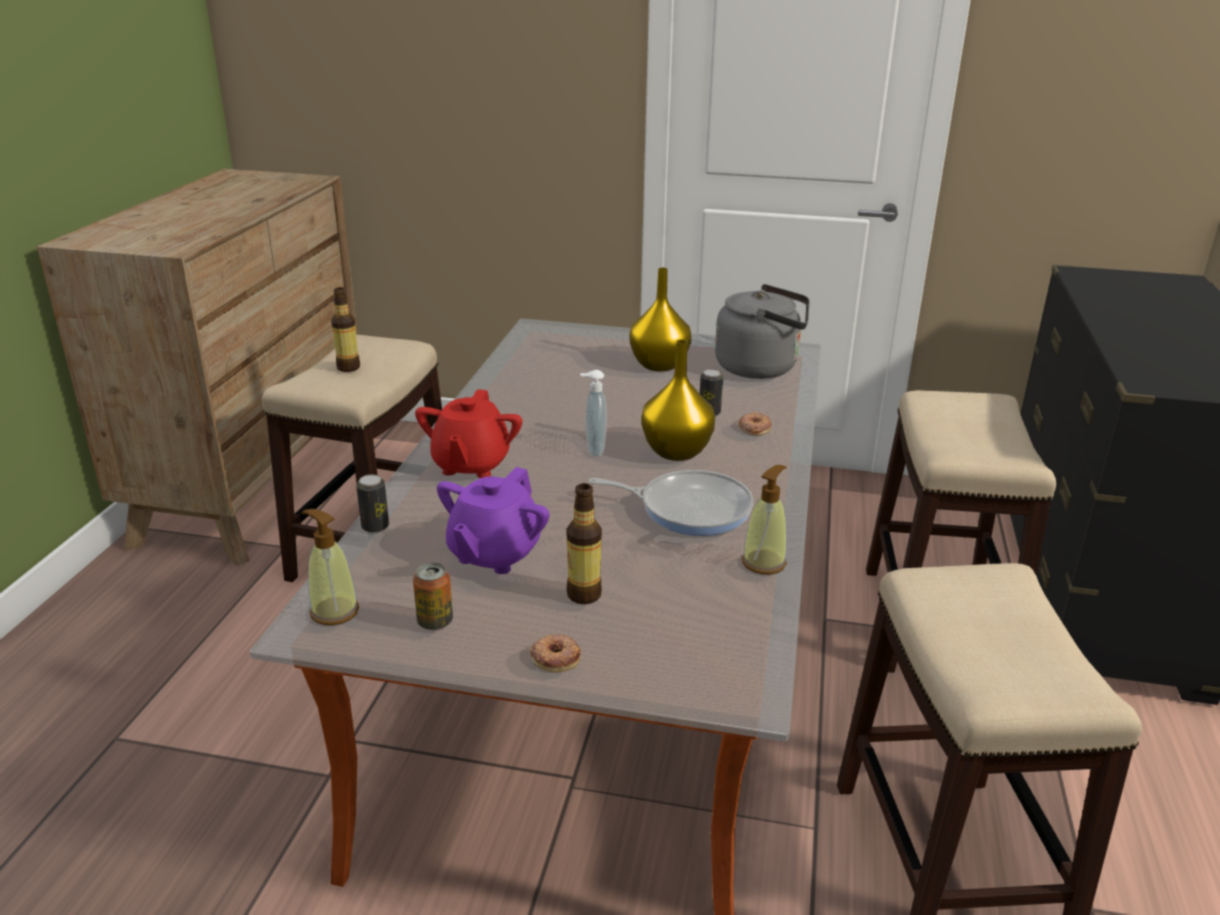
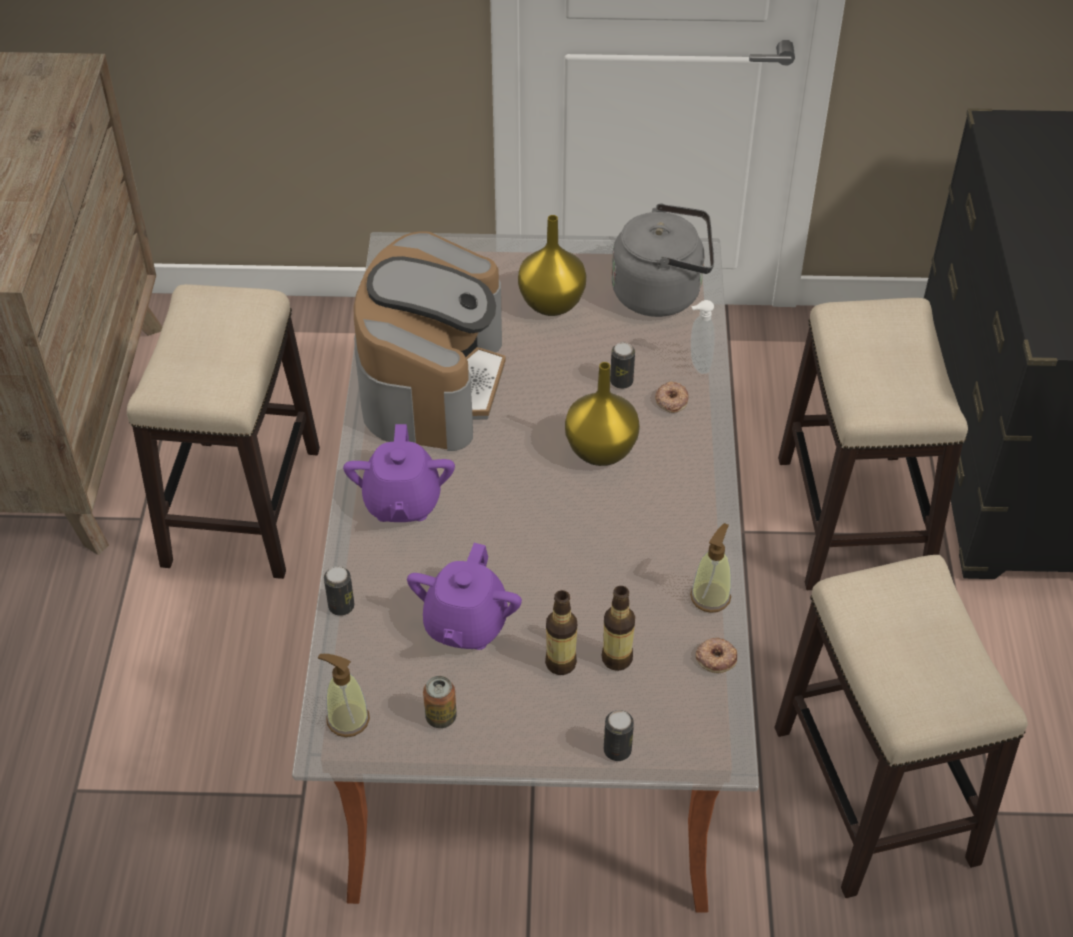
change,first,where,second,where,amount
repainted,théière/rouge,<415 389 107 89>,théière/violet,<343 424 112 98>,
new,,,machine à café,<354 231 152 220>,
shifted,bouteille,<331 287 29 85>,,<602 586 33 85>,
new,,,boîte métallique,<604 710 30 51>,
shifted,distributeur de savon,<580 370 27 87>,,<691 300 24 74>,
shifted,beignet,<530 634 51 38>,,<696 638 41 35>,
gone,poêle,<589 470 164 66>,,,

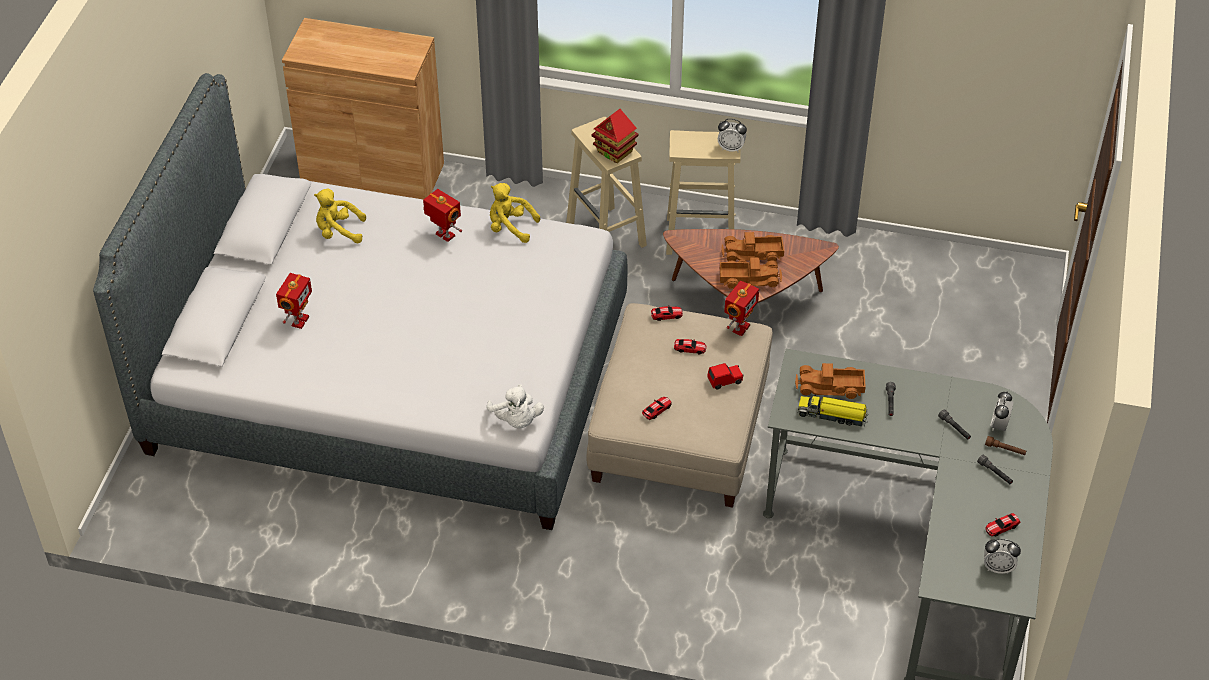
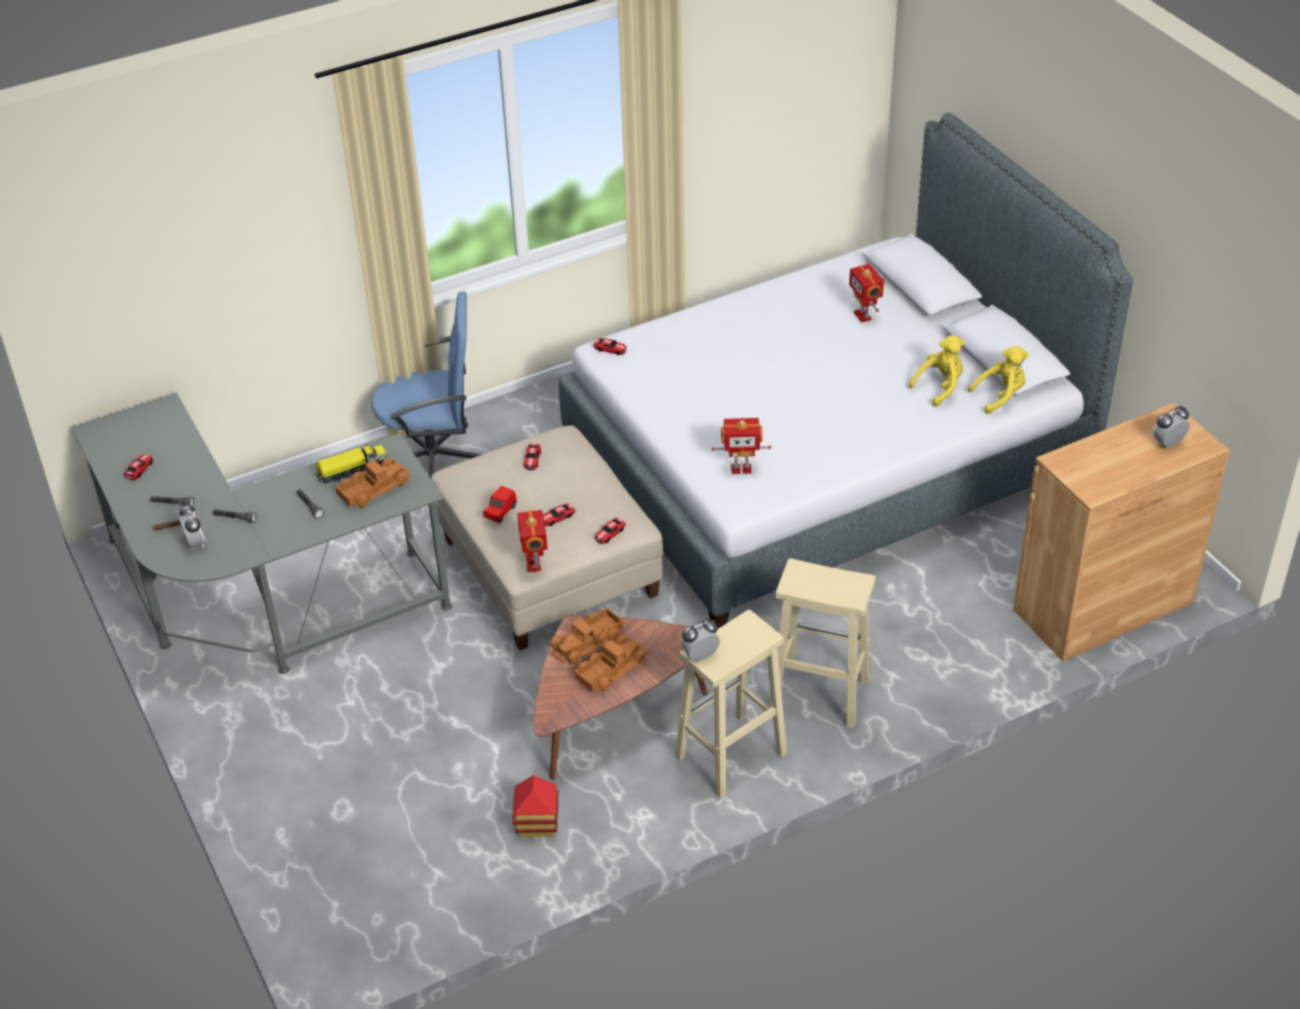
change,first,where,second,where,amount
new,,,chaise de bureau/bleu,<371 291 111 187>,
shifted,maison miniature,<592 109 47 54>,,<512 775 47 62>,
swapped,peluche/blanc,<487 384 57 44>,petite voiture,<594 338 33 17>,
shifted,robot jouet,<423 189 39 53>,,<712 418 59 56>,
shifted,peluche/jaune,<490 183 50 60>,,<968 346 61 68>,
shifted,réveil,<984 539 37 35>,,<1153 406 37 42>,

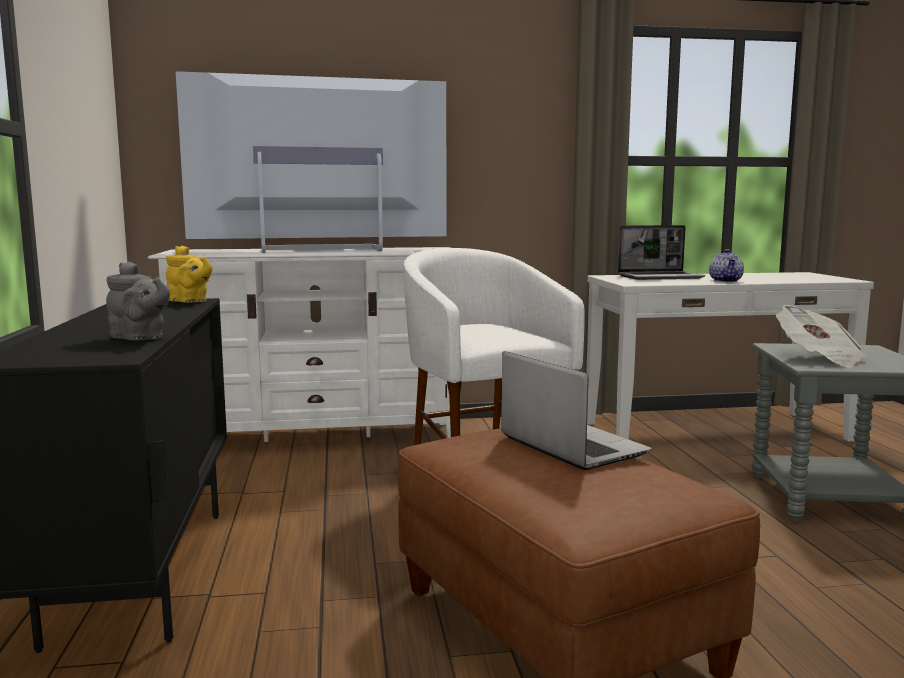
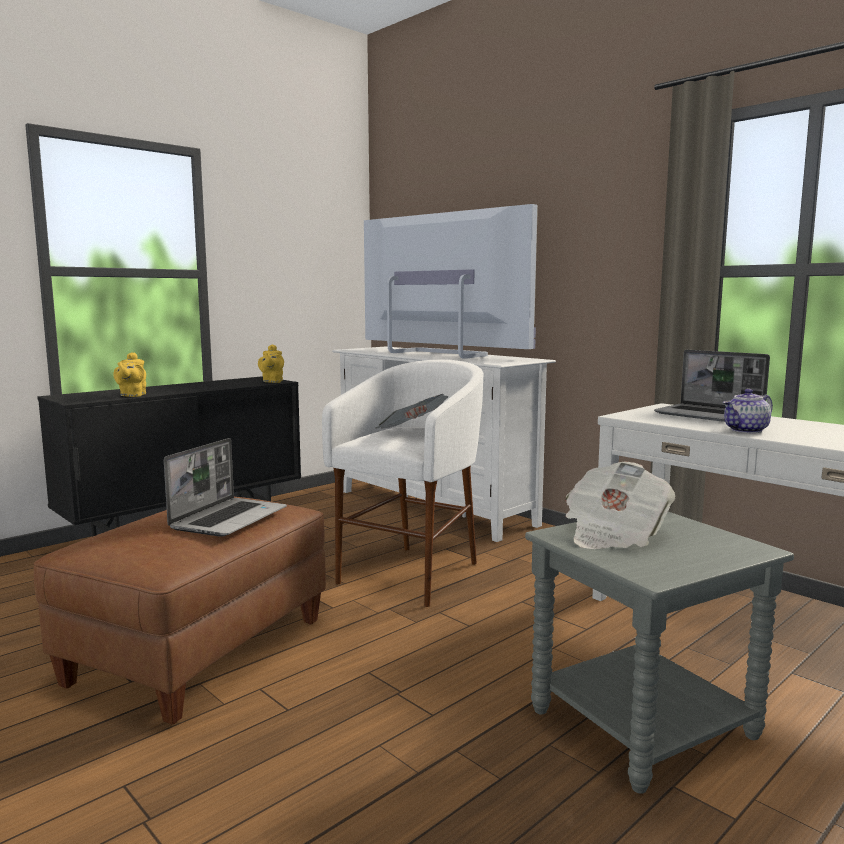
change,first,where,second,where,amount
repainted,théière/gris,<106 262 64 79>,théière/jaune,<113 352 33 45>,
new,,,journal,<376 394 72 35>,

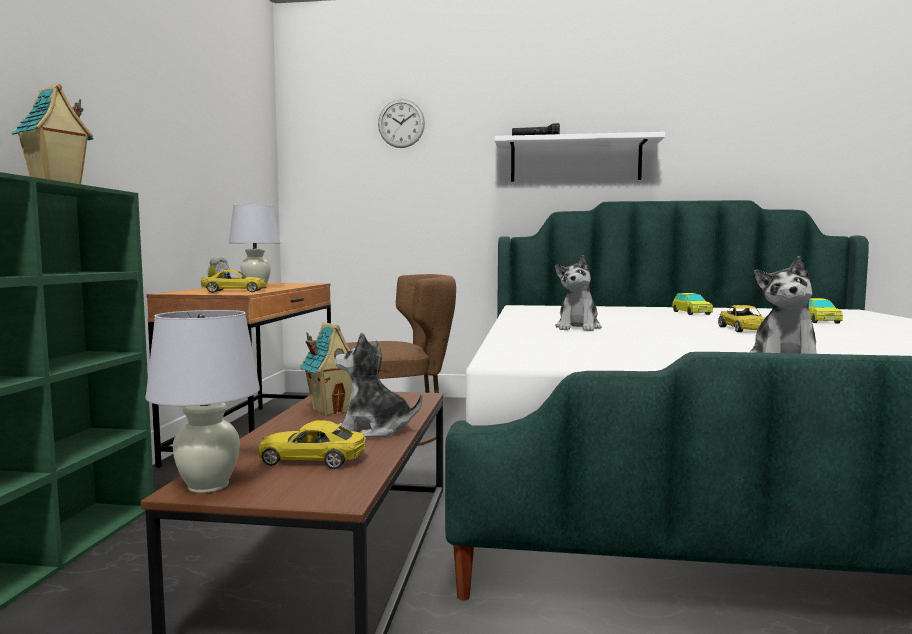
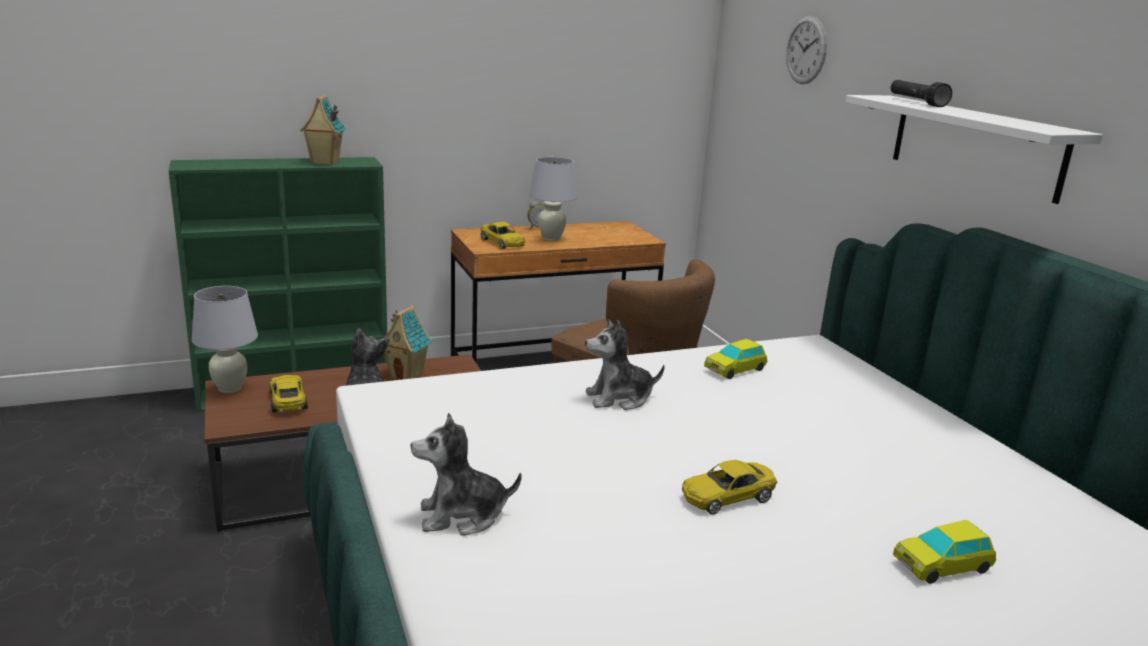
change,first,where,second,where,amount
shifted,petite voiture,<672 293 41 22>,,<704 339 63 40>,

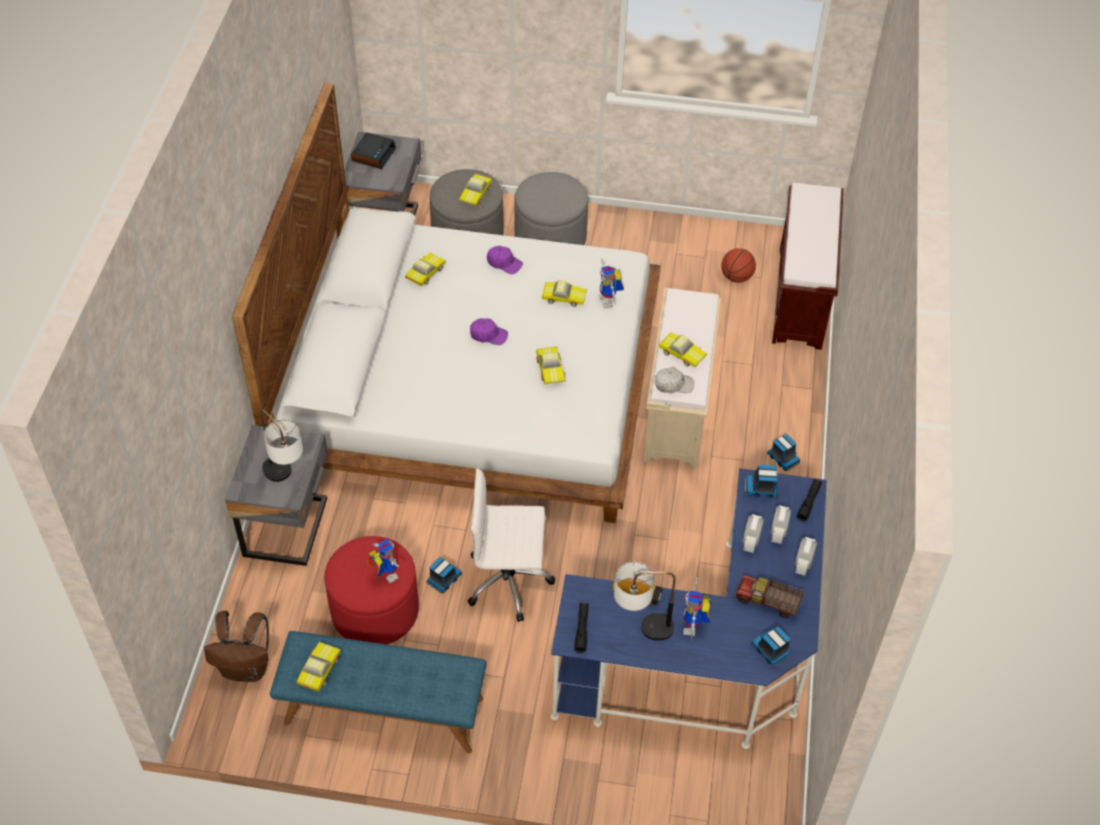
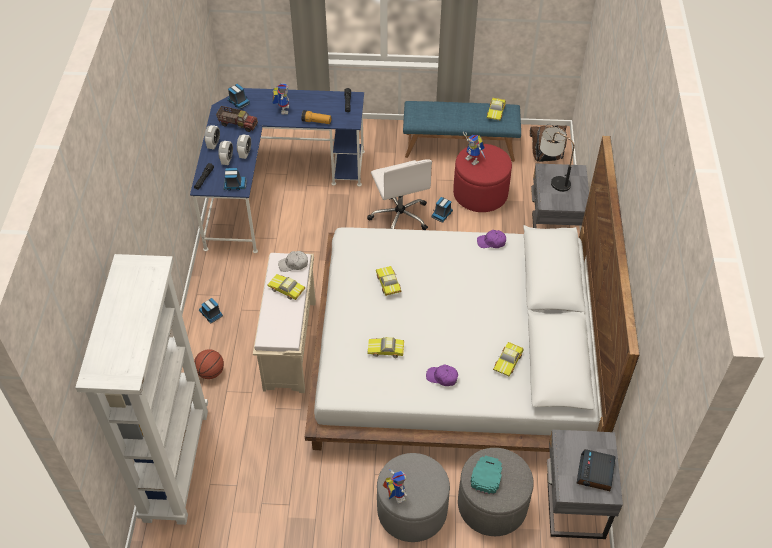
change,first,where,second,where,amount
swapped,banc/marron,<772 183 72 167>,bibliothèque/blanc,<75 254 133 271>,
shifted,ballon de basket,<721 248 35 35>,,<194 349 30 30>,
rotated,chaise de bureau/blanc,<467 468 88 154>,,<367 159 65 71>,75 degrees clockwise
shifted,robot jouet,<599 258 25 50>,,<383 469 24 35>,
swapped,petite voiture,<459 174 33 32>,casquette/turquoise,<471 456 31 38>,
shifted,casquette/violet,<470 318 38 27>,,<477 230 29 18>,
gone,lampe de table,<614 562 62 78>,,,

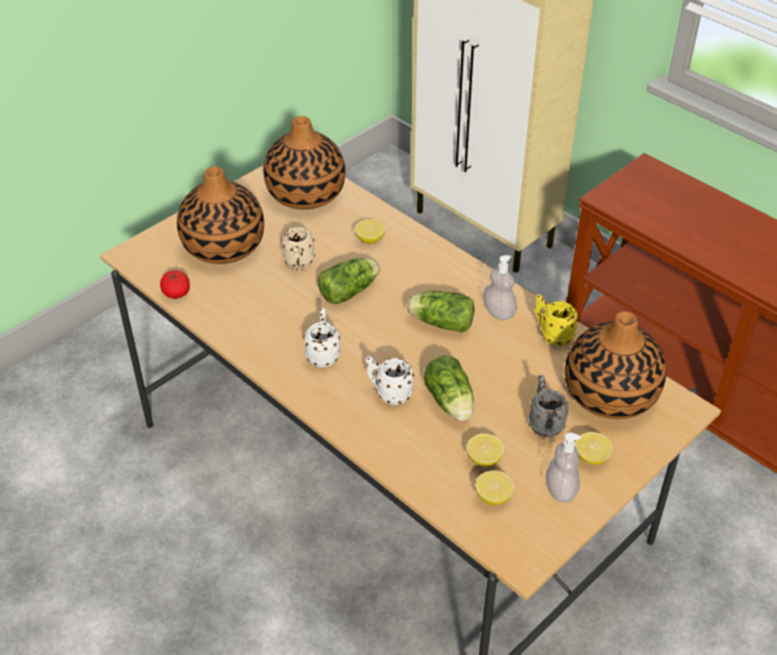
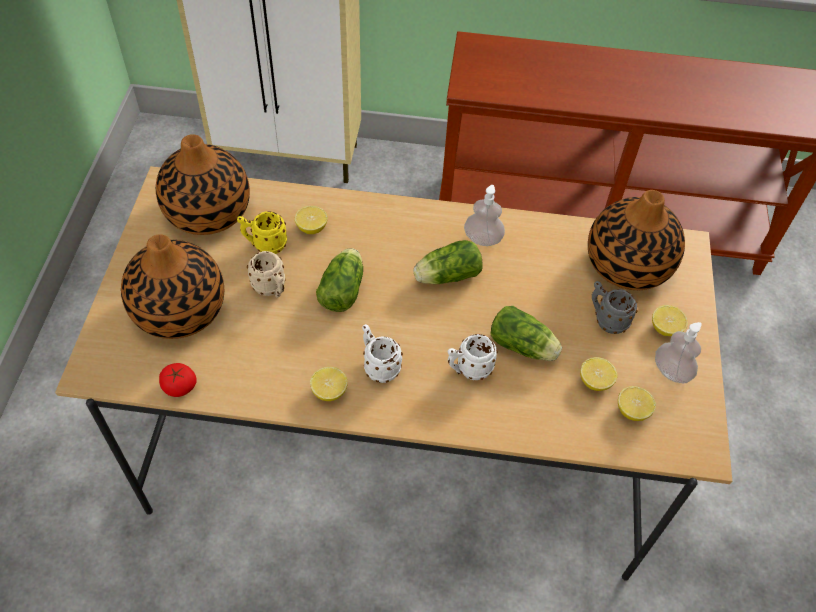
change,first,where,second,where,amount
shifted,mug/jaune,<535 294 43 52>,,<237 211 50 43>,
new,,,citron,<310 367 38 34>,

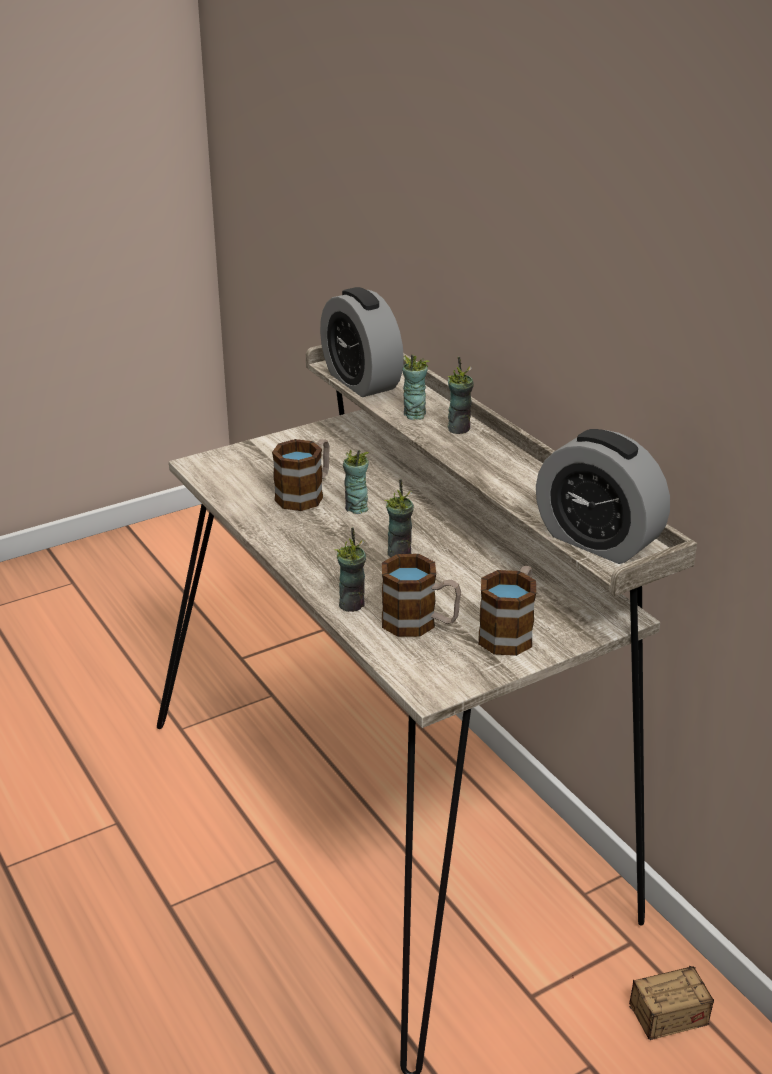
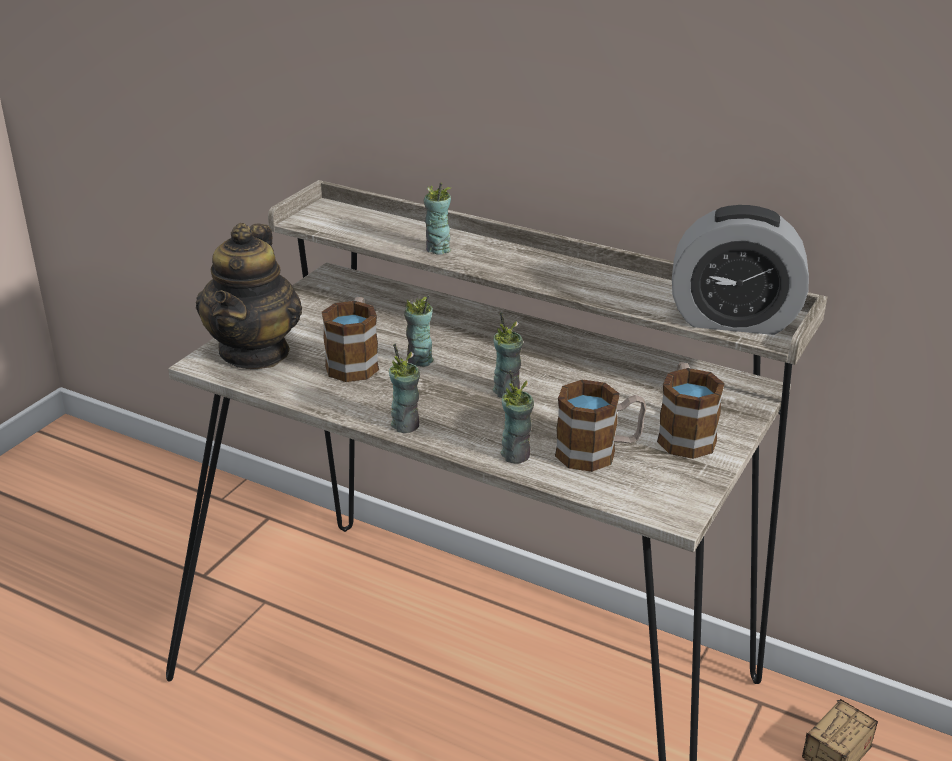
change,first,where,second,where,amount
new,,,théière,<196 223 106 146>,
shifted,tasse,<447 357 27 77>,,<389 344 31 89>,
gone,réveil,<320 287 84 110>,,,

